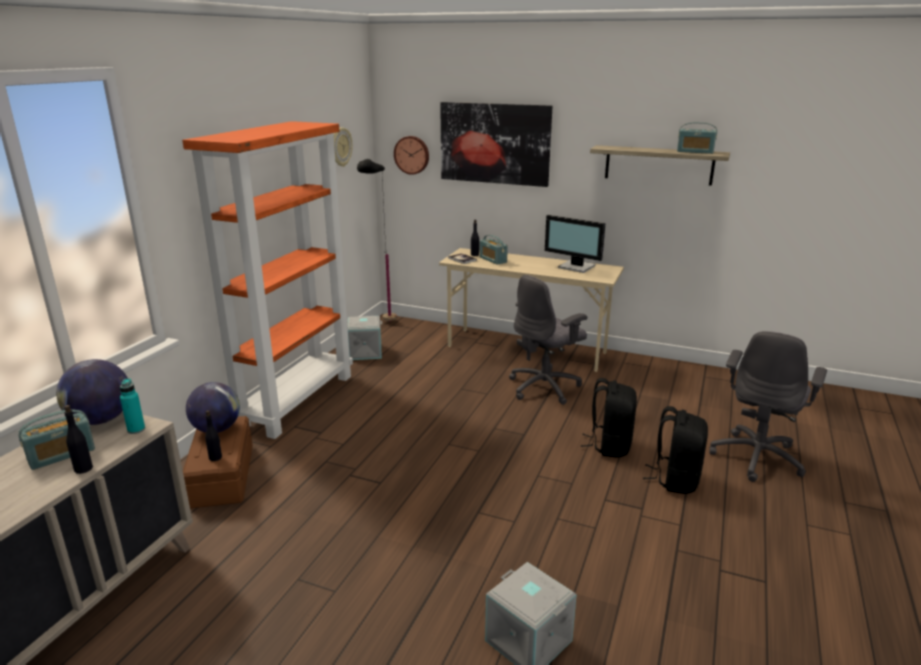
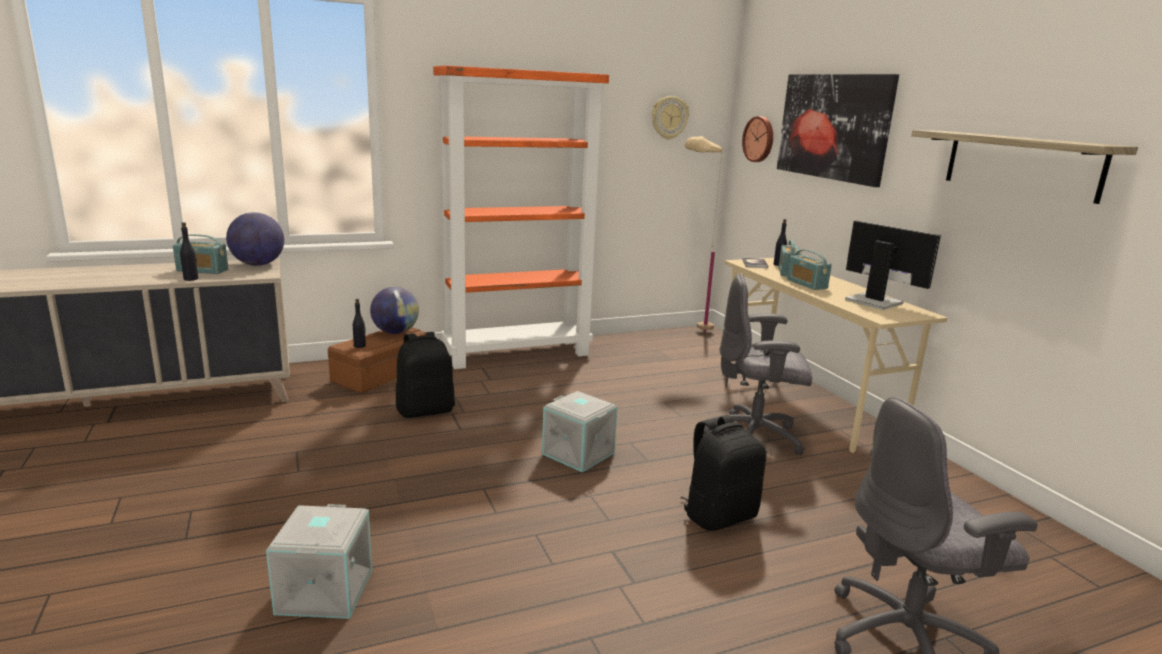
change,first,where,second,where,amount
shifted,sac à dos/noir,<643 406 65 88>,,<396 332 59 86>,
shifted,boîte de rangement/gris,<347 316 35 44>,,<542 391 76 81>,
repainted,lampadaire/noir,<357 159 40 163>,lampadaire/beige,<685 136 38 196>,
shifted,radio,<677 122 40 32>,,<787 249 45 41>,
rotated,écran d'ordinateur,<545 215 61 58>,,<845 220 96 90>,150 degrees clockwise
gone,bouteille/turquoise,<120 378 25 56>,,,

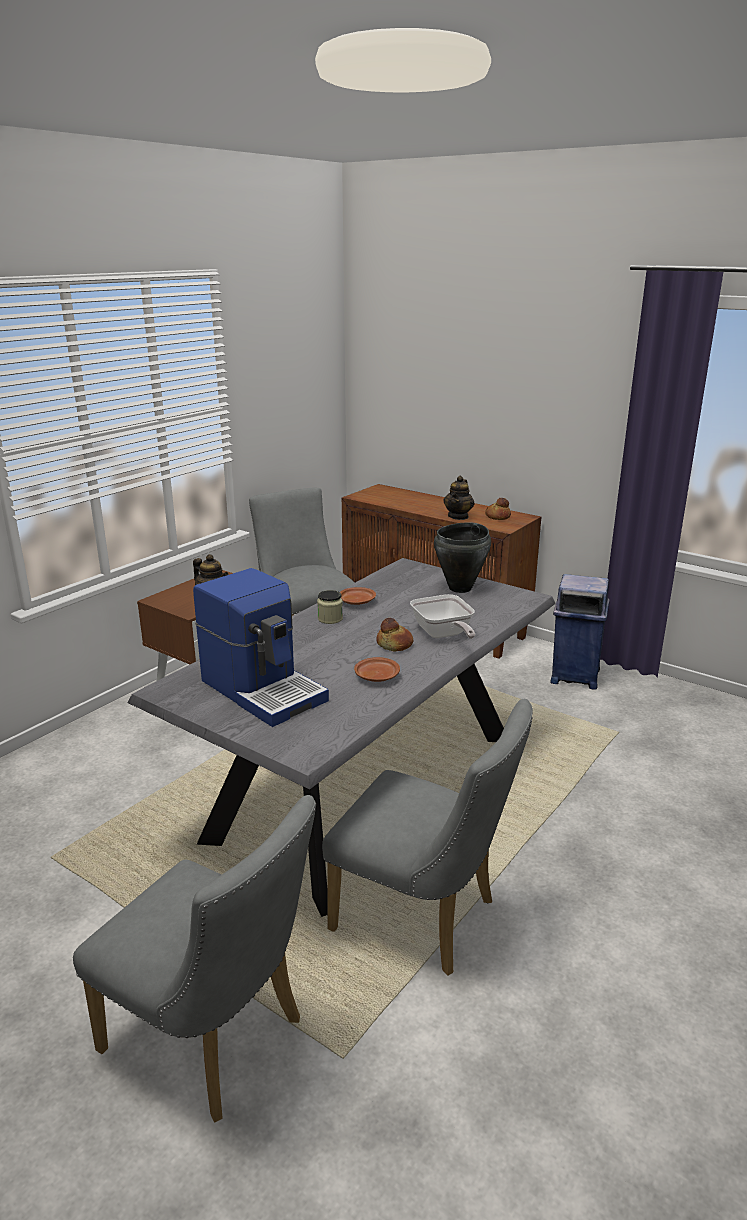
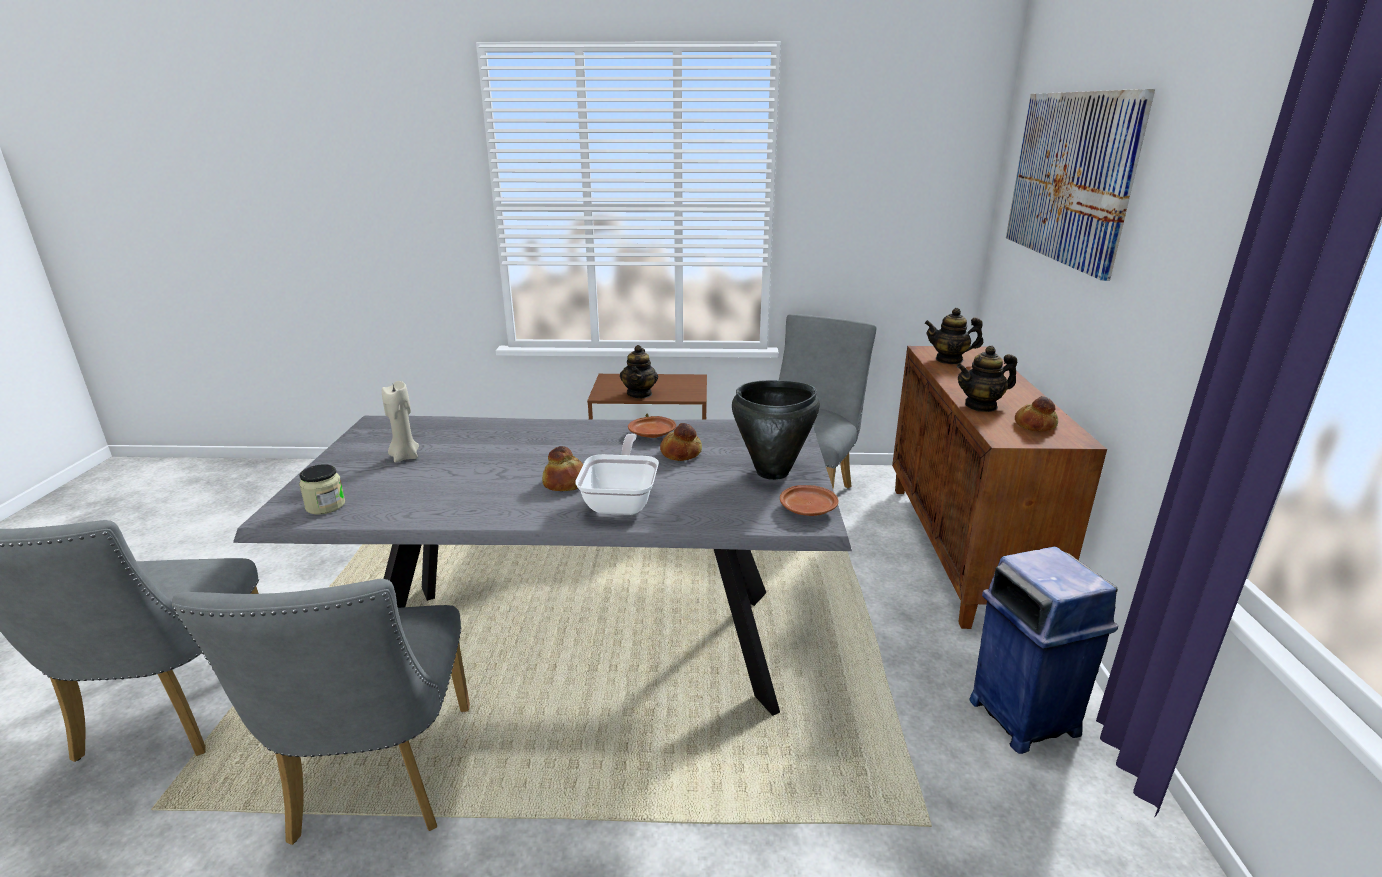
change,first,where,second,where,amount
shifted,bocal,<317 590 26 34>,,<299 464 46 50>,
swapped,machine à café,<193 568 136 159>,bougie/beige,<382 381 37 82>,
rotated,poêle,<410 594 65 45>,,<575 434 84 81>,150 degrees clockwise
new,,,pain,<660 423 42 38>,
shifted,assiette/marron,<354 657 46 25>,,<780 485 59 31>,
new,,,théière,<925 308 58 56>,
new,,,tableau,<1006 89 149 192>,

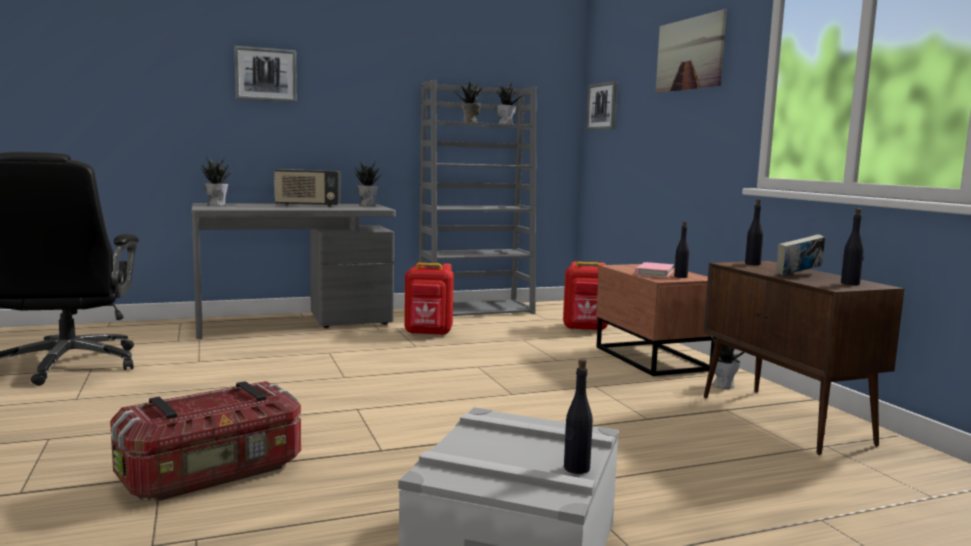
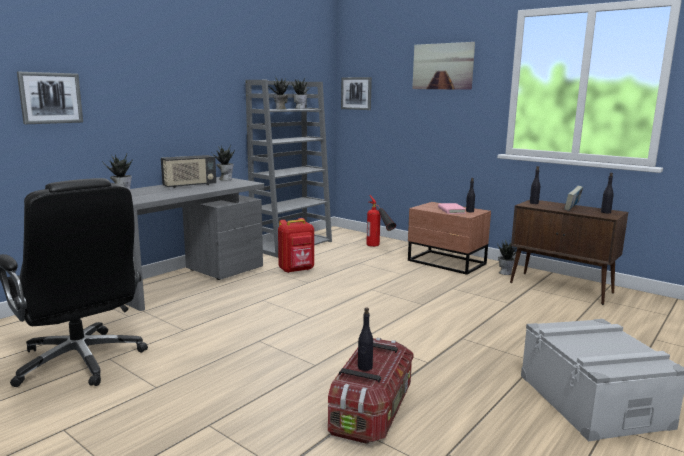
change,first,where,second,where,amount
shifted,tableau,<234 46 63 56>,,<17 72 66 52>,
shifted,bouteille/noir,<564 359 29 115>,,<358 307 15 64>,
swapped,sac à dos/rouge,<563 262 45 68>,extincteur,<366 195 30 52>,

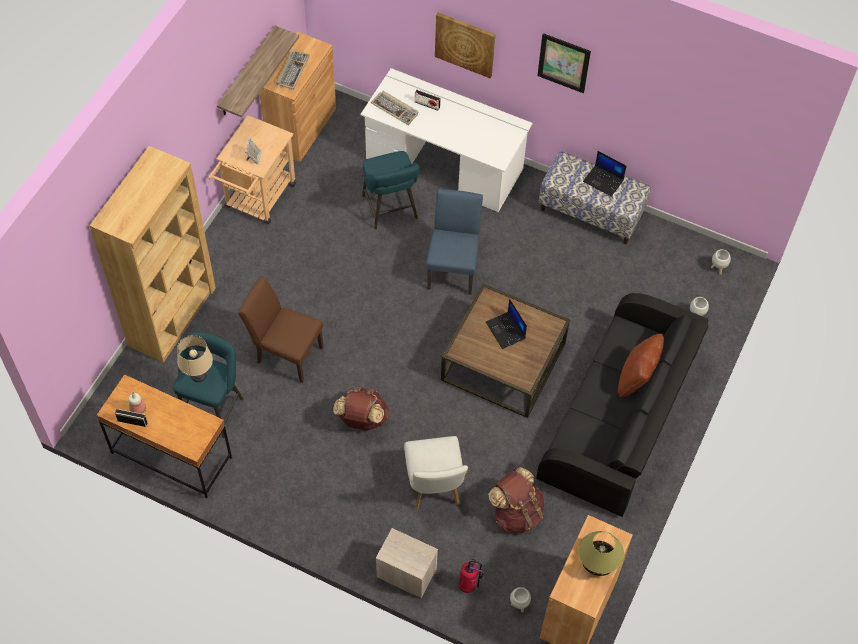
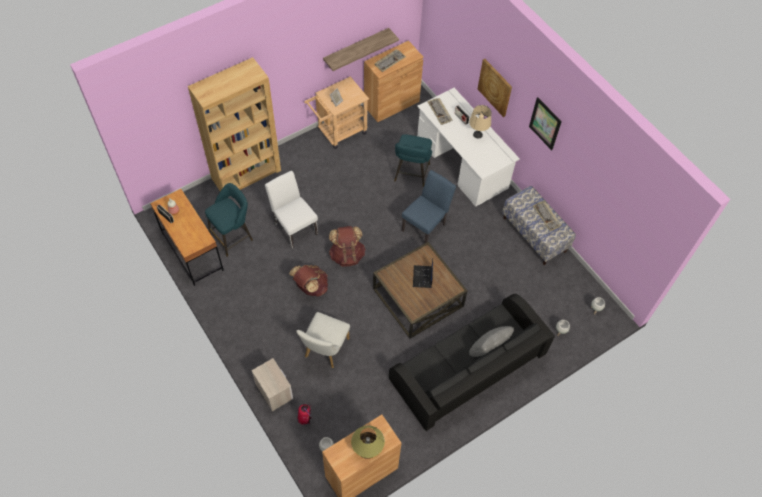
change,first,where,second,where,amount
repainted,chaise/marron,<238 276 85 107>,chaise/blanc,<265 171 53 77>,
shifted,sac à dos/marron,<488 467 56 66>,,<329 226 37 41>,
shifted,lampe de table/beige,<177 335 36 47>,,<469 105 22 34>,
repainted,coussin/marron,<618 334 46 63>,coussin/gris,<469 326 45 31>,
swapped,ordinateur portable,<583 151 44 46>,clavier,<533 201 28 30>,

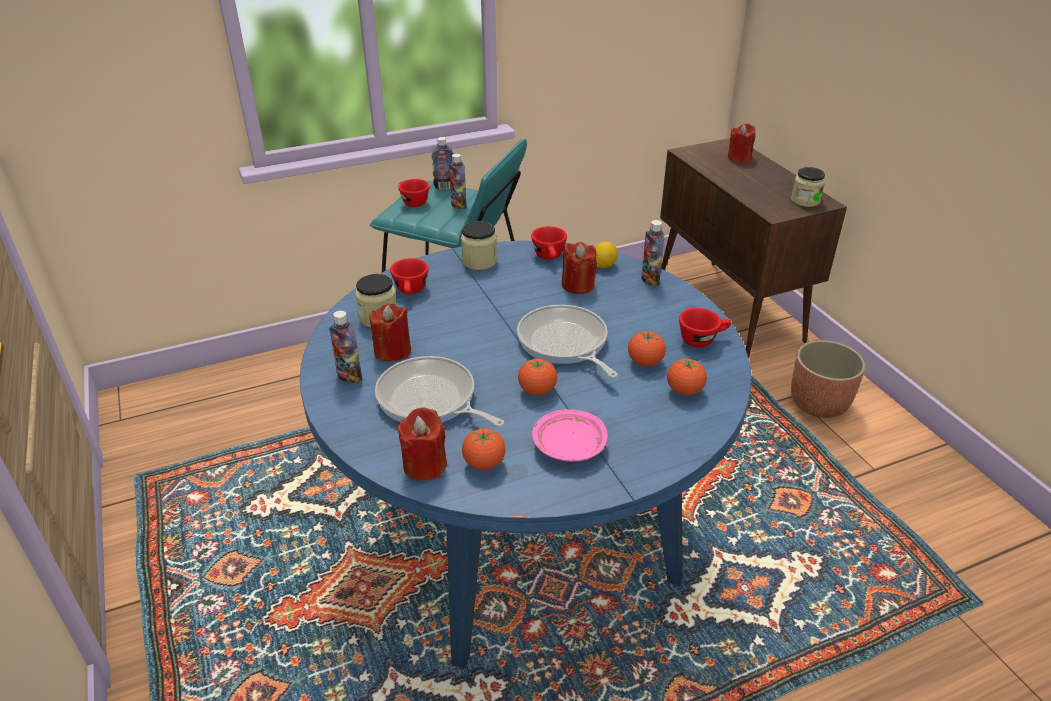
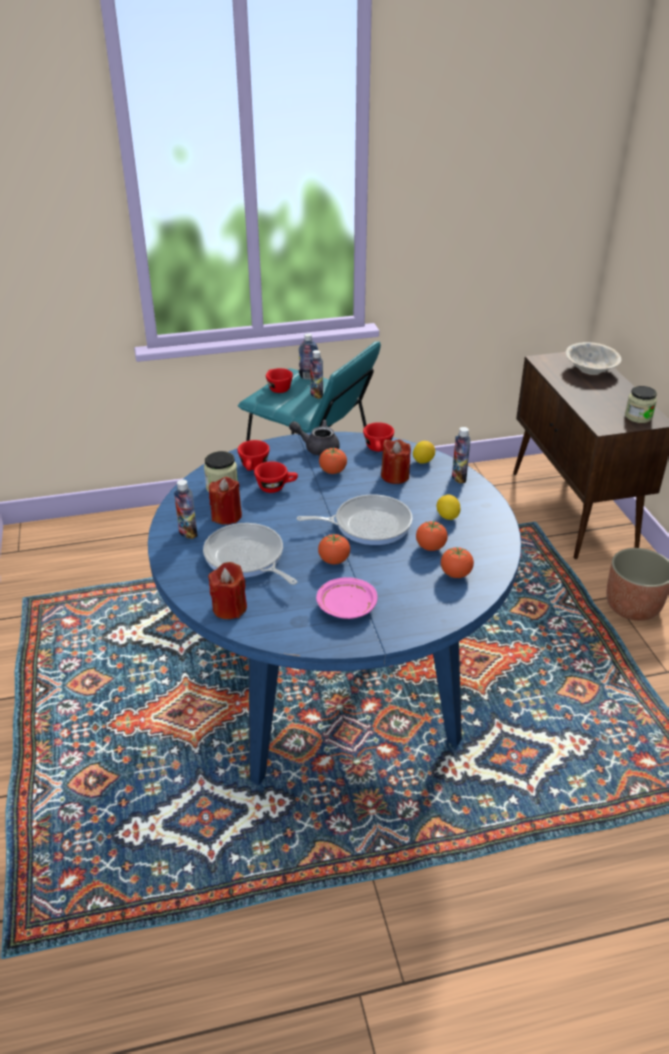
change,first,where,second,where,amount
shifted,tasse/rouge,<679 308 52 40>,,<254 461 44 32>,
swapped,bocal,<461 222 36 48>,théière/gris,<289 420 51 36>,
rotated,poêle,<517 305 101 73>,,<296 495 116 50>,105 degrees clockwise
shifted,tomate,<462 428 44 42>,,<319 448 28 26>,
new,,,citron,<437 495 23 25>,
swapped,bougie/rouge,<728 123 28 40>,bol/beige,<566 342 56 33>,

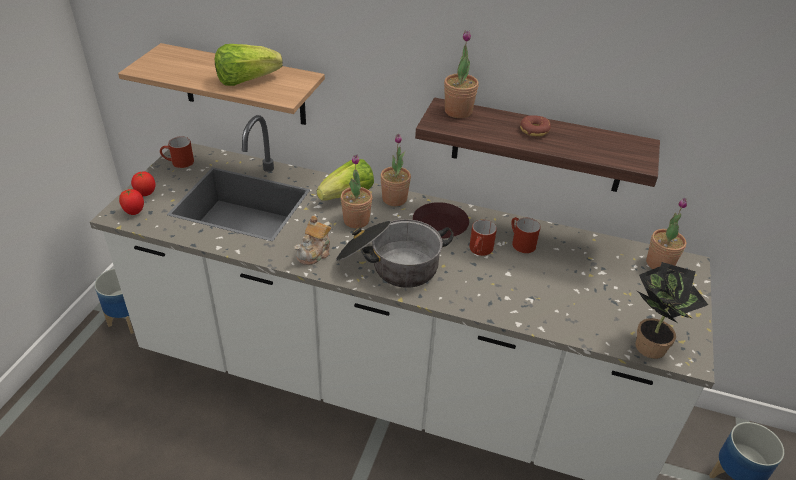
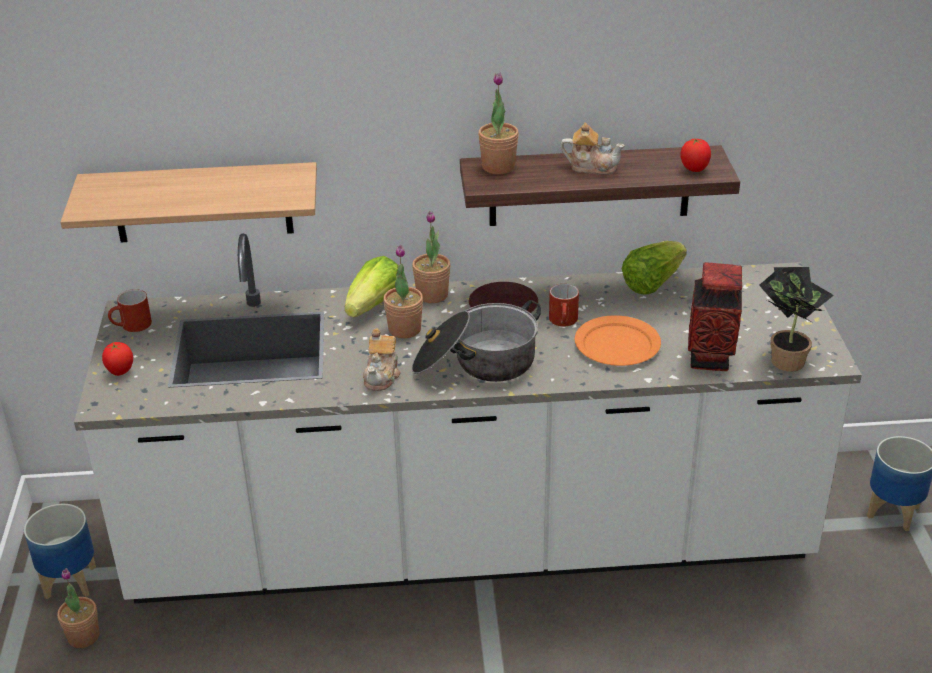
change,first,where,second,where,amount
shifted,plante en pot,<646 198 41 71>,,<57 568 42 80>,
swapped,beignet,<520 115 31 22>,théière,<560 123 65 52>,
new,,,assiette/orange,<575 315 86 51>,
shifted,laitue,<215 44 68 42>,,<622 241 65 54>,
shifted,tomate,<119 189 25 26>,,<680 138 31 34>,
new,,,vase,<688 262 54 109>,
gone,mug/rouge,<511 217 30 36>,,,

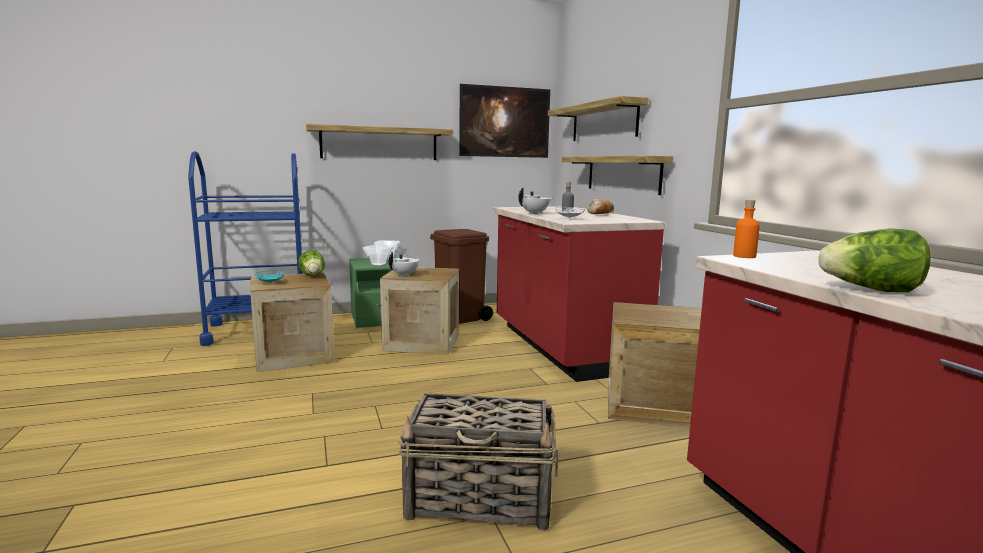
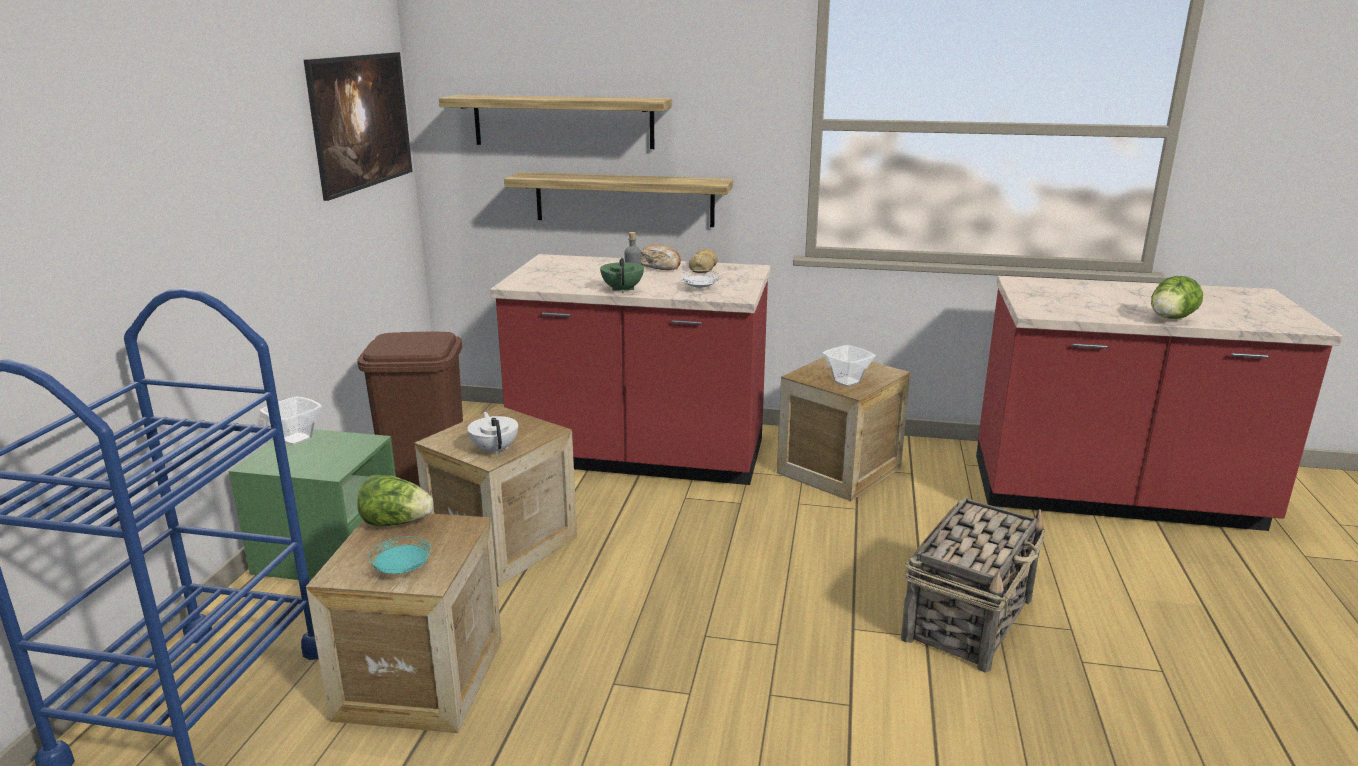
change,first,where,second,where,amount
repainted,théière/blanc,<518 188 34 27>,théière/vert,<600 258 44 35>,
new,,,pain,<689 250 29 23>,
shifted,bol,<363 245 31 21>,,<822 345 54 42>,
gone,étagère,<306 124 147 36>,,,
gone,bouteille/orange,<733 200 27 58>,,,

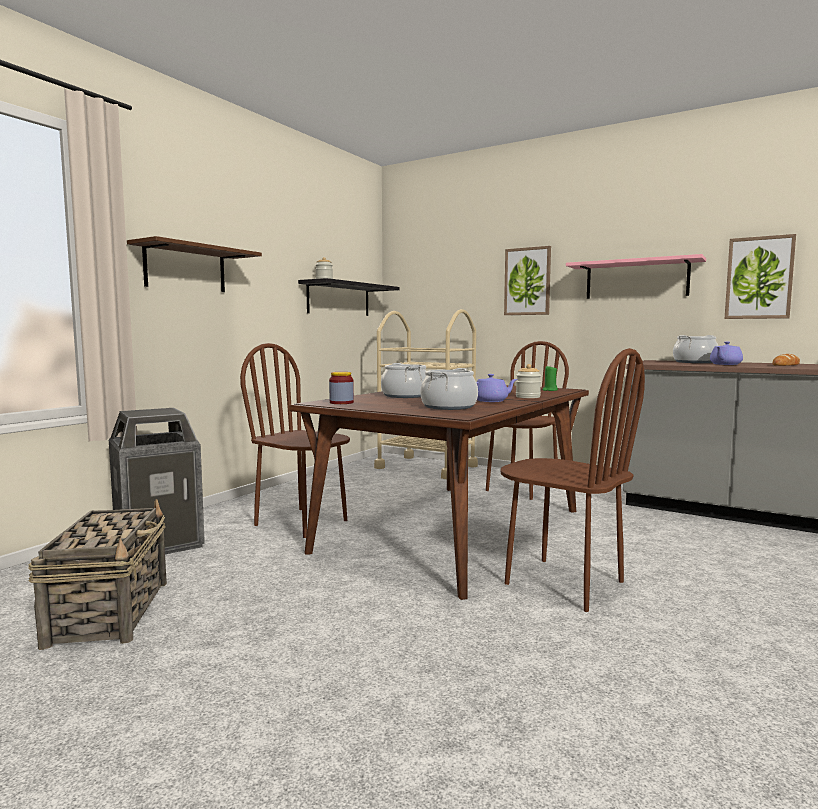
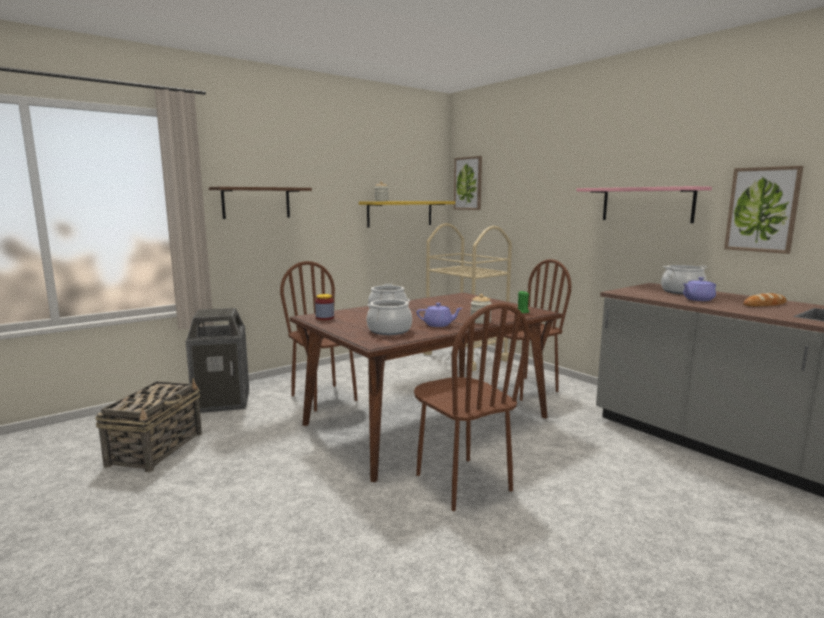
change,first,where,second,where,amount
repainted,étagère/noir,<298 278 102 38>,étagère/jaune,<359 201 96 27>,
shifted,tableau,<504 246 47 69>,,<454 156 28 54>,

